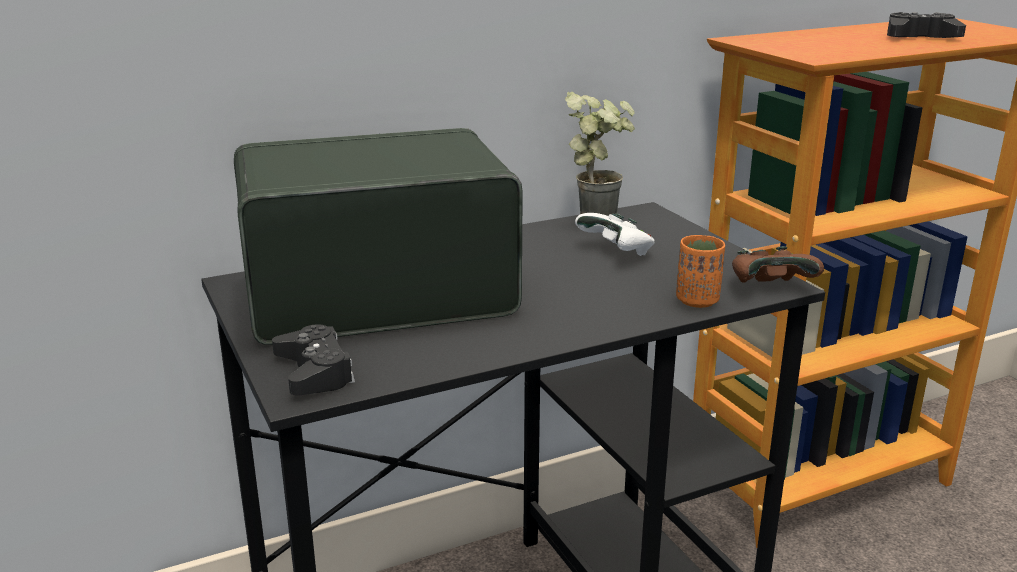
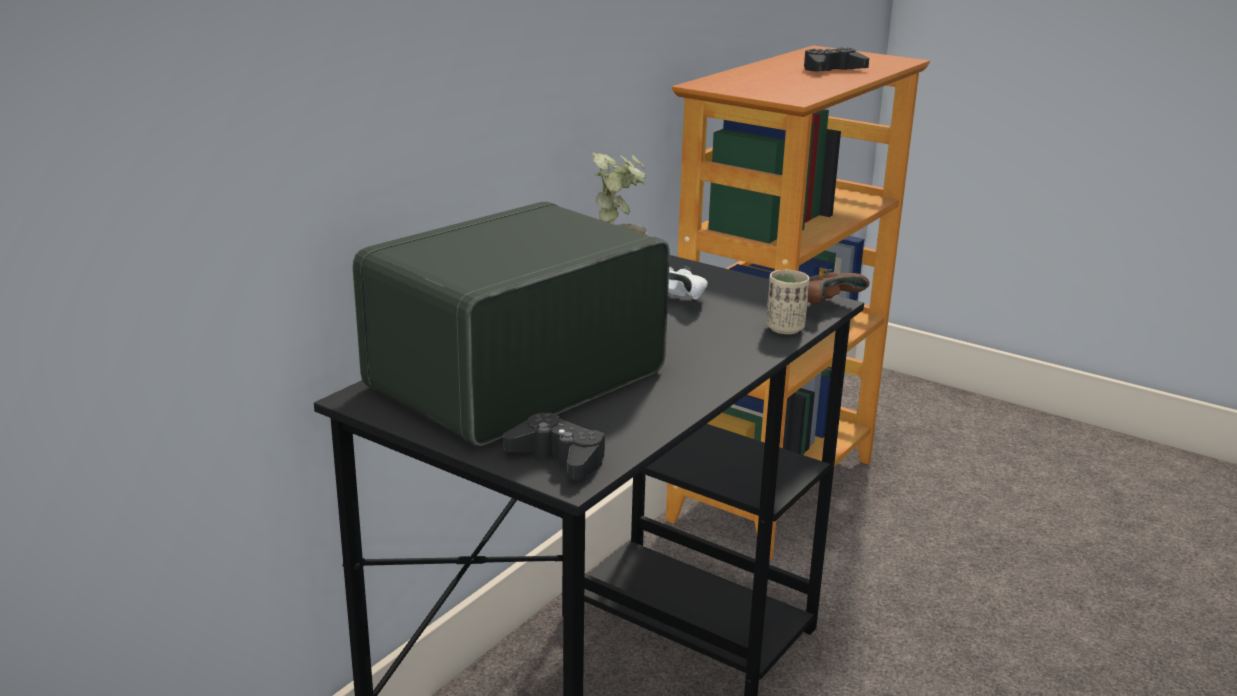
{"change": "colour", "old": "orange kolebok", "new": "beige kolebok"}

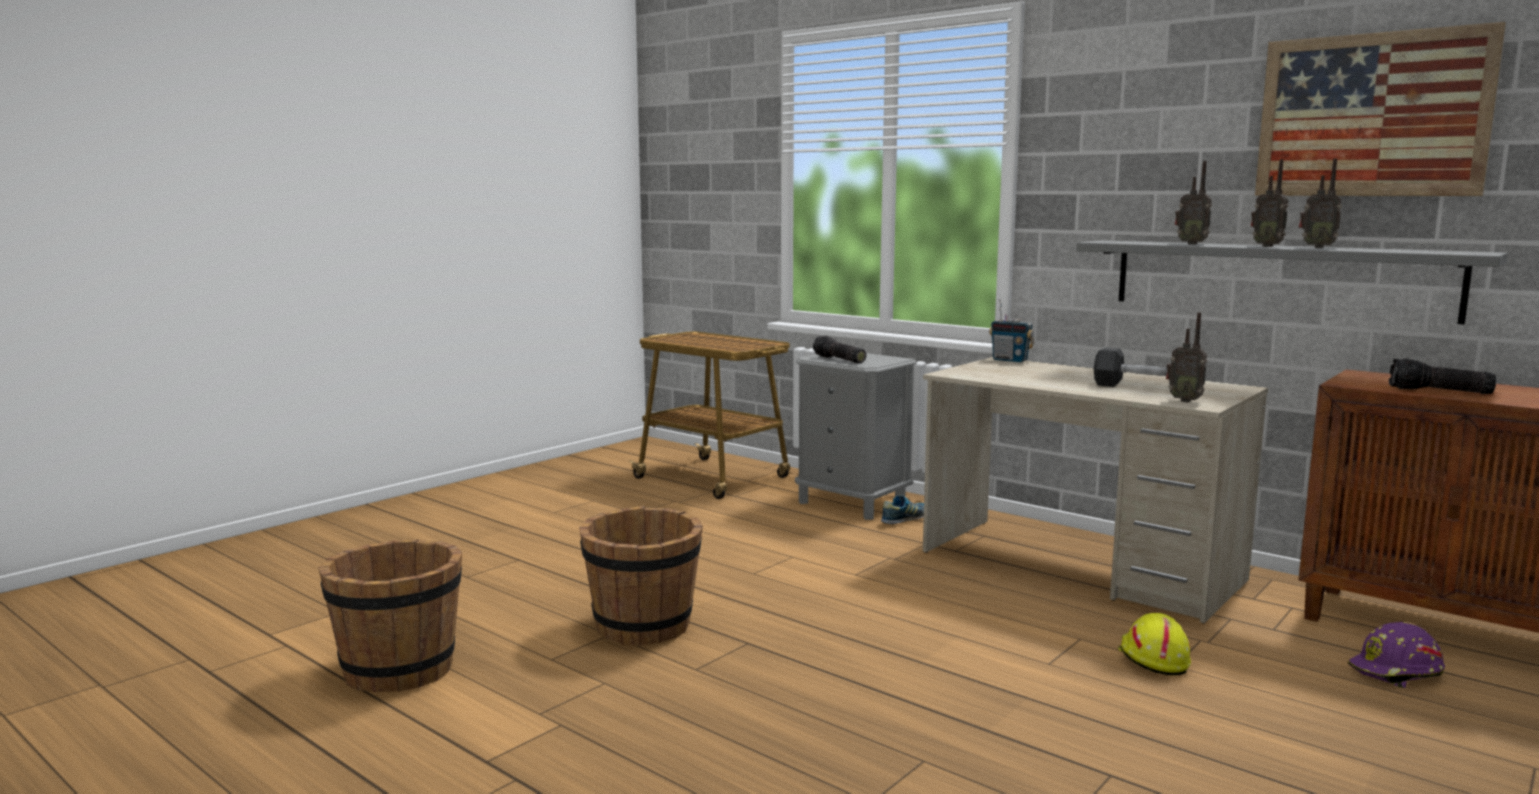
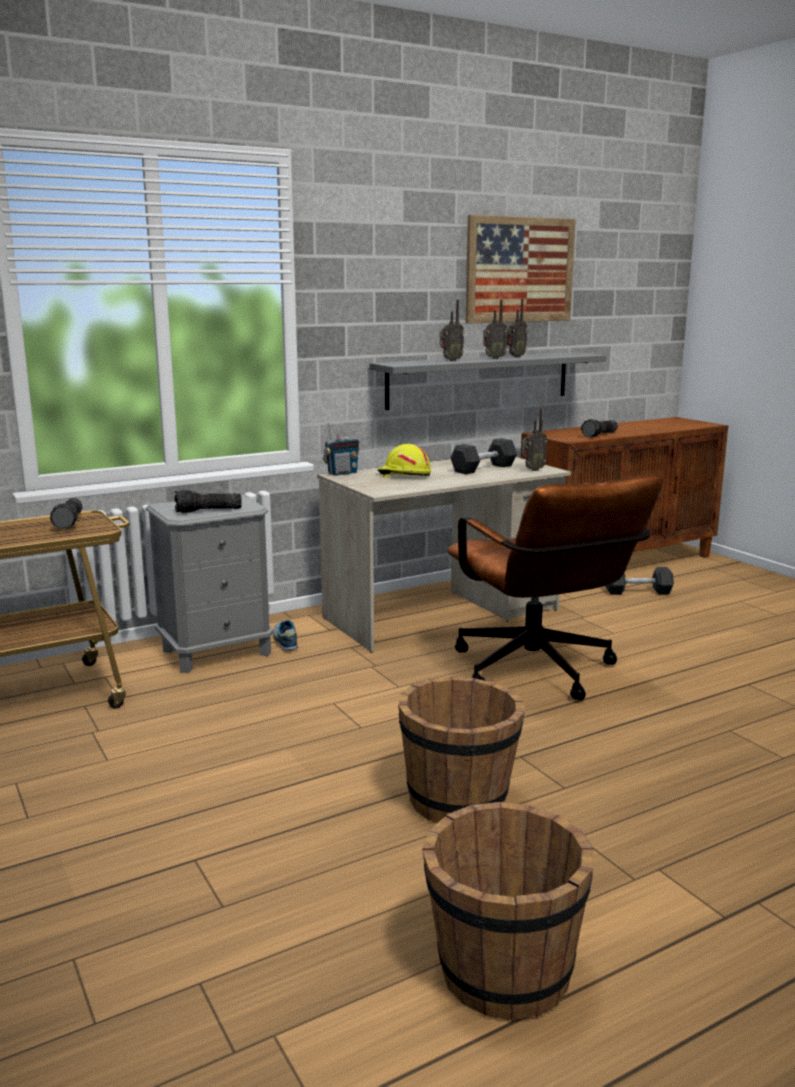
{"change": "appeared", "new": "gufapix (no. 1 from left)"}
{"change": "appeared", "new": "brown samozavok"}
{"change": "relocated", "old": "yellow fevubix"}
{"change": "exchanged", "old": "purple fevubix", "new": "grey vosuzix (no. 2 from left)"}

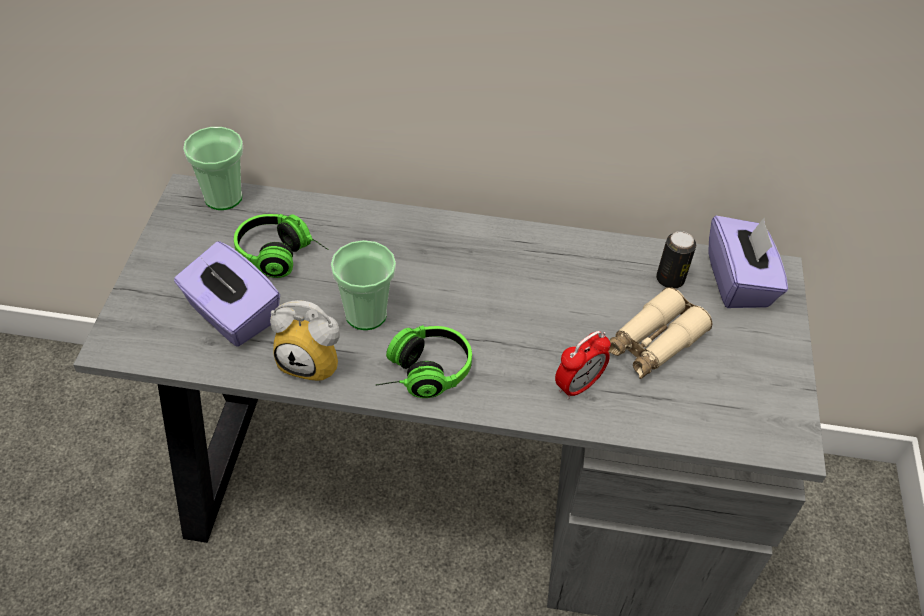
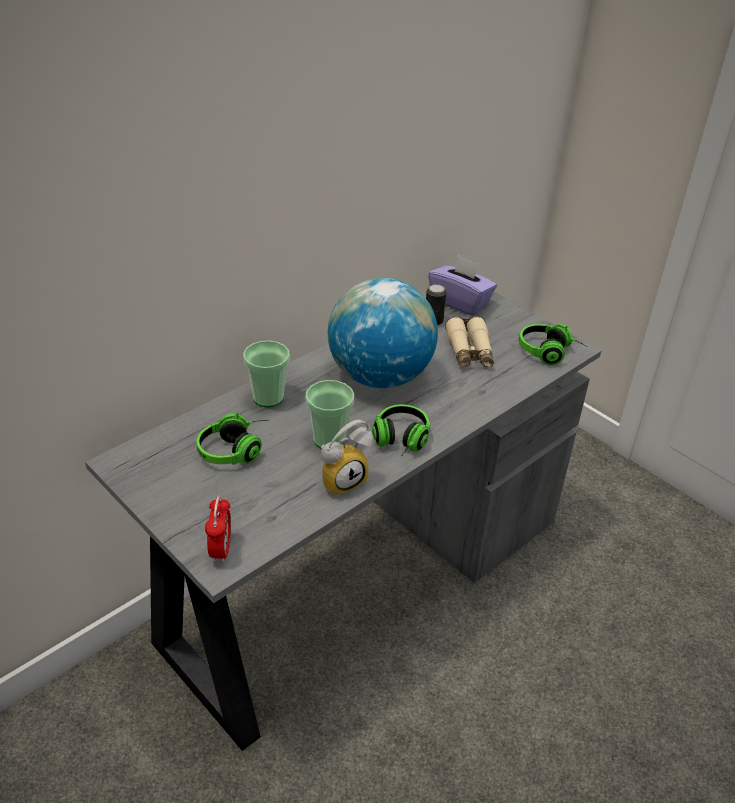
{"change": "missing", "old": "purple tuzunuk (no. 1 from left)"}
{"change": "appeared", "new": "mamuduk"}
{"change": "appeared", "new": "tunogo (no. 3 from left)"}
{"change": "relocated", "old": "kolebok (no. 1 from left)"}
{"change": "relocated", "old": "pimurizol (no. 2 from left in the first image)", "new": "pimurizol (no. 1 from left)"}

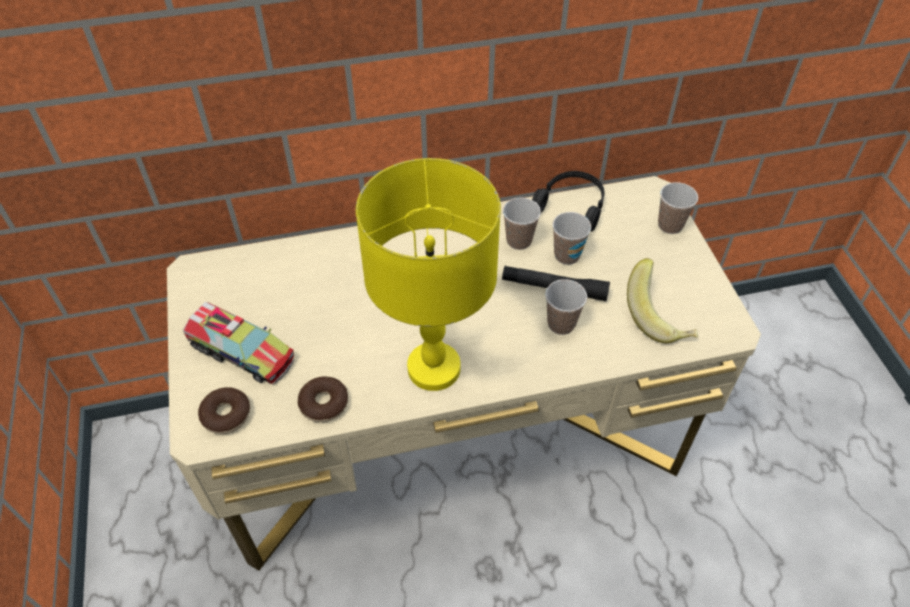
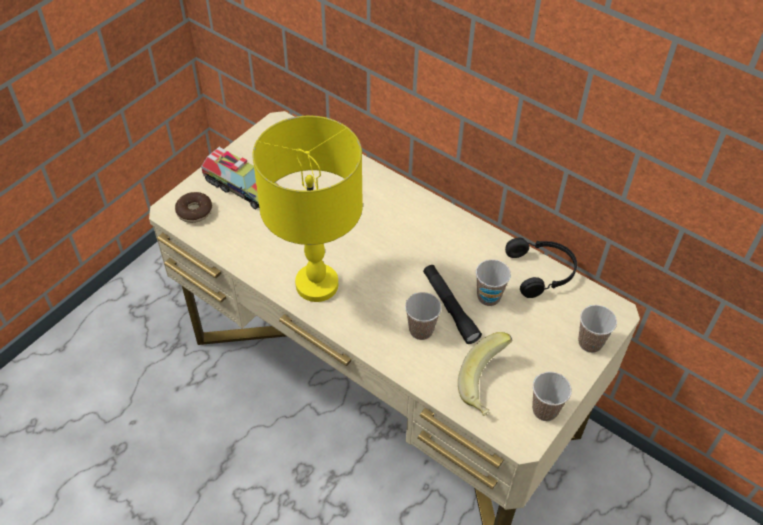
{"change": "missing", "old": "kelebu (no. 2 from left)"}
{"change": "relocated", "old": "kolebok (no. 1 from left in the first image)", "new": "kolebok (no. 3 from left)"}
{"change": "spun", "old": "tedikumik", "degrees": -45}

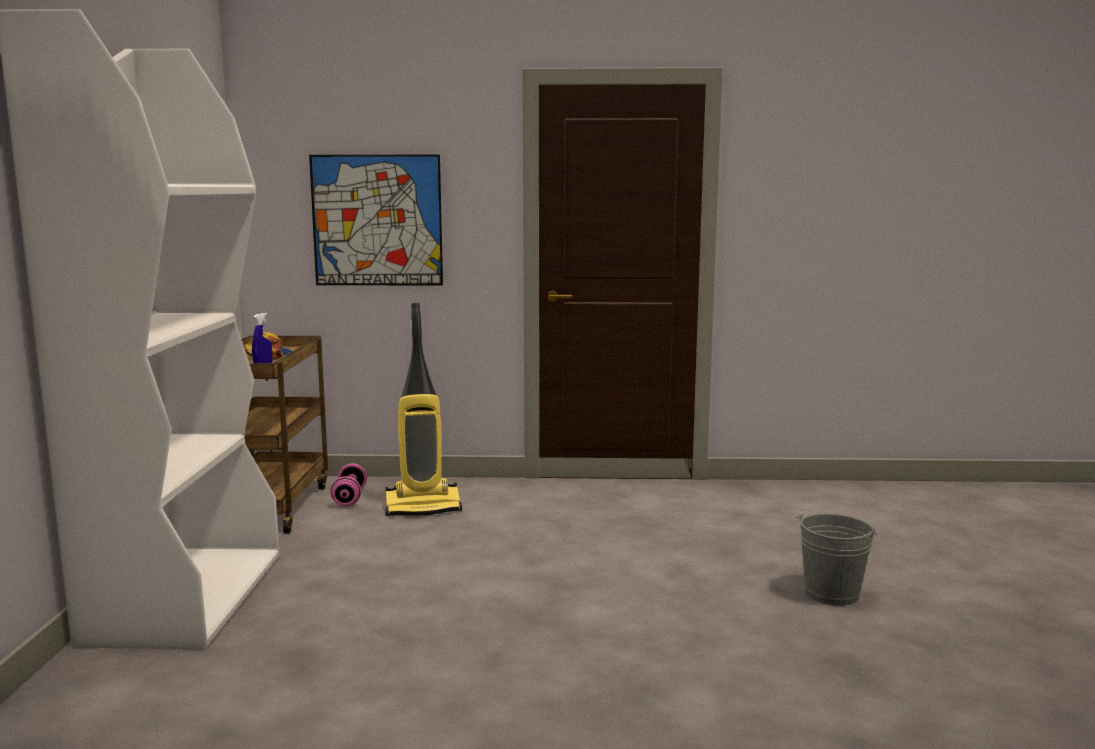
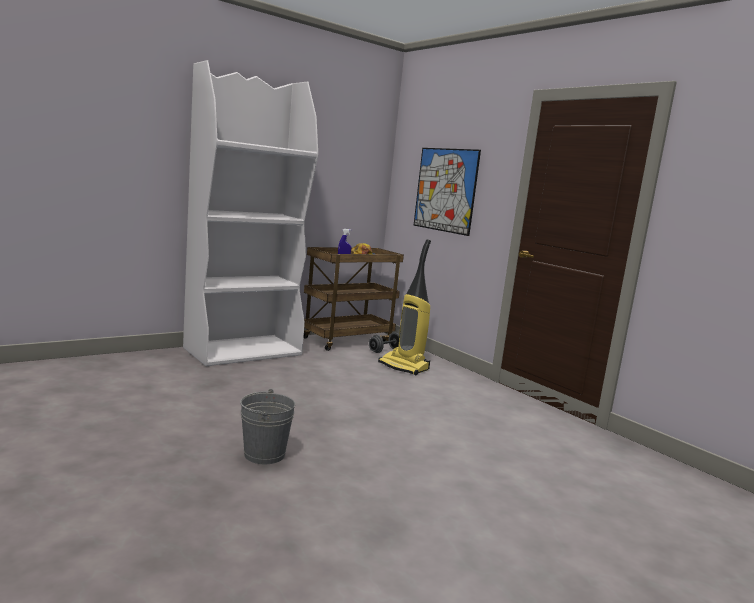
{"change": "relocated", "old": "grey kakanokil"}
{"change": "colour", "old": "pink vosuzix", "new": "grey vosuzix"}

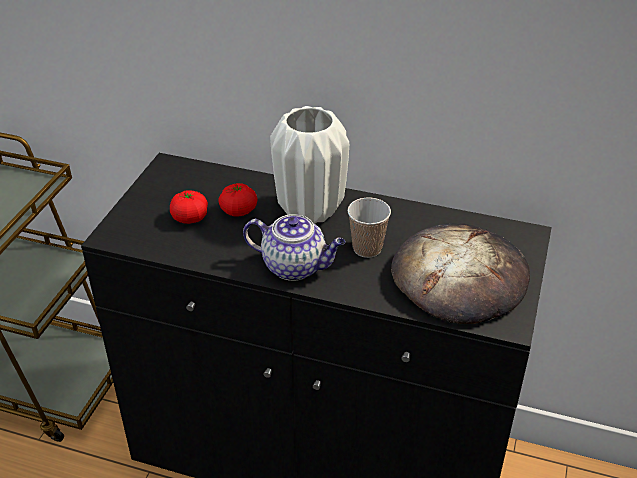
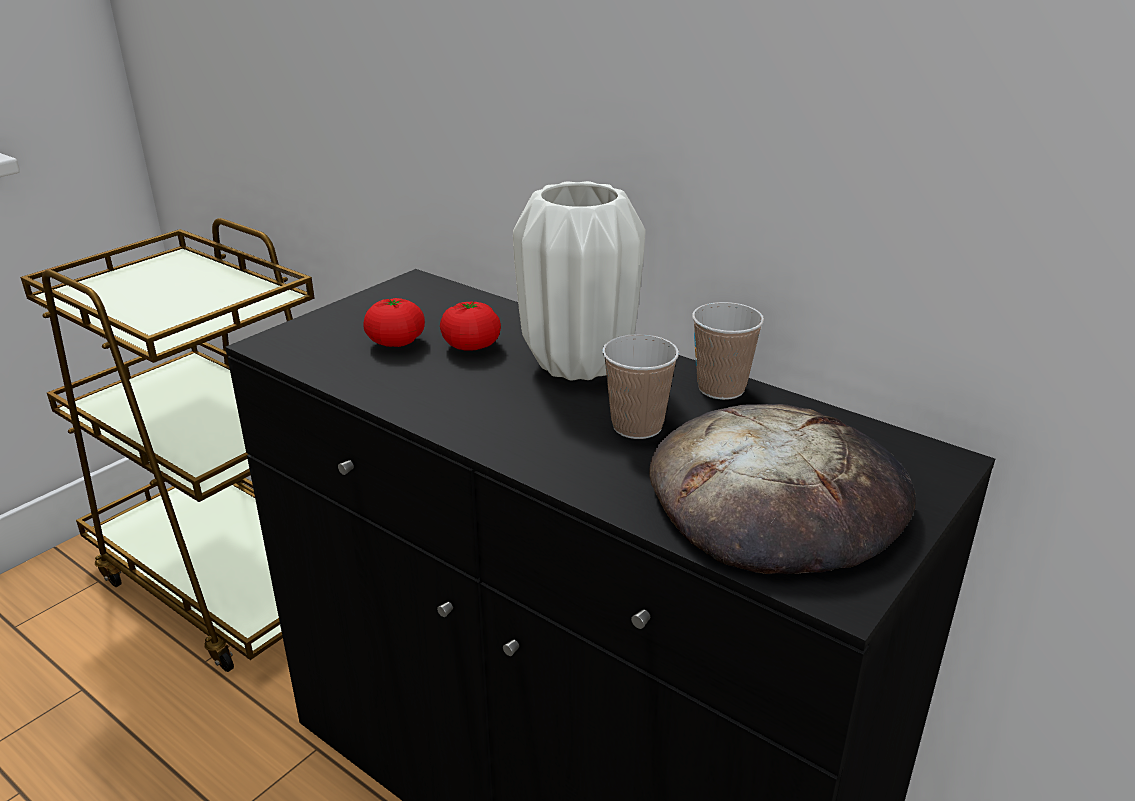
{"change": "missing", "old": "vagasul"}
{"change": "appeared", "new": "kolebok (no. 2 from left)"}

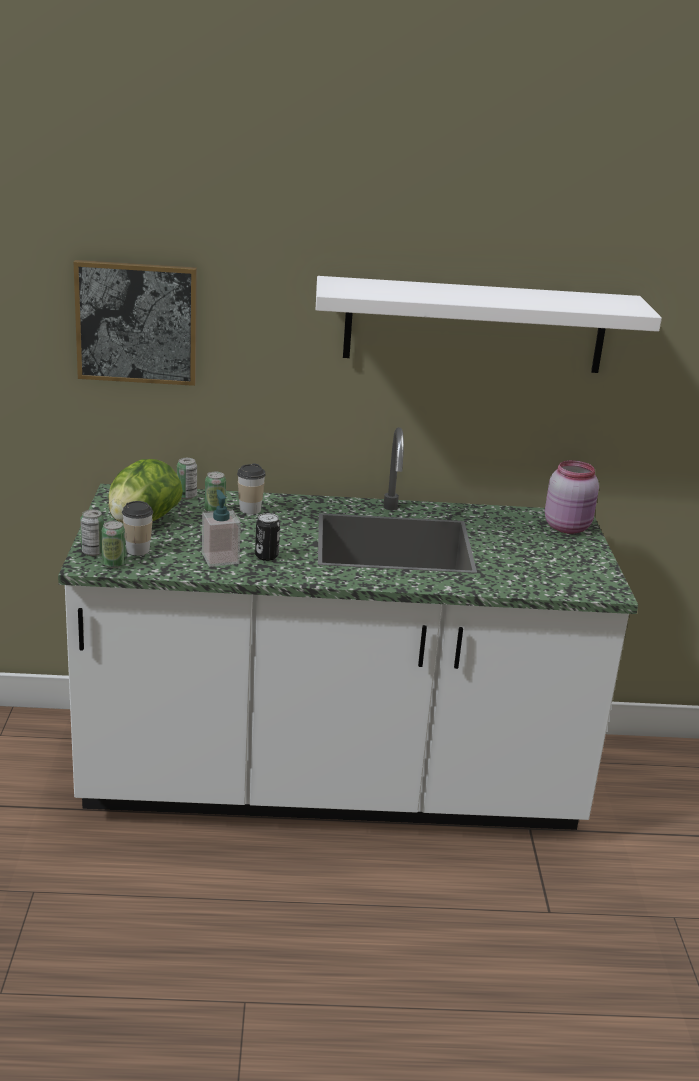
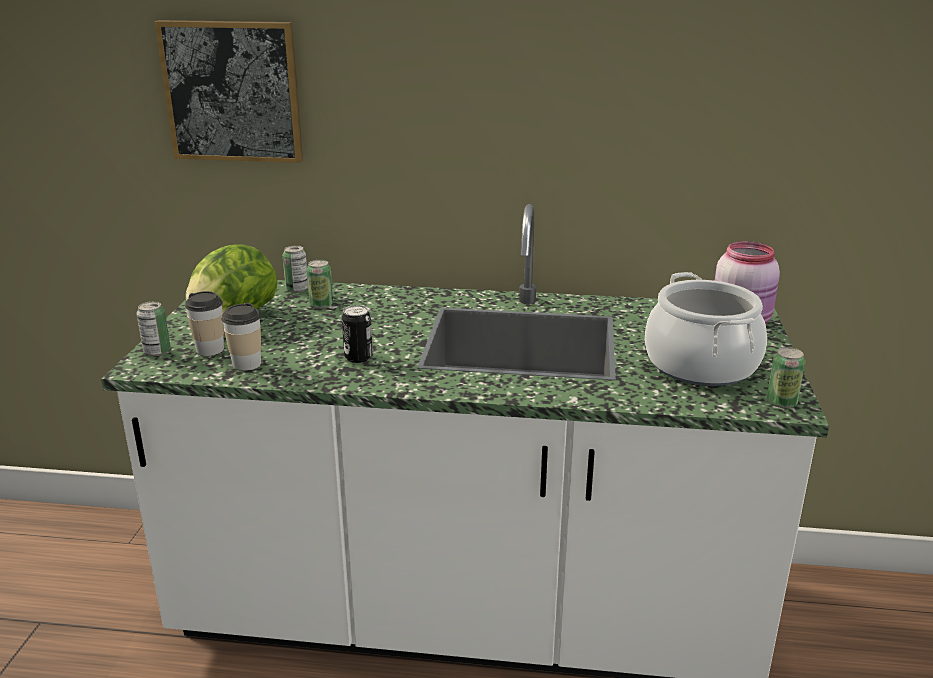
{"change": "missing", "old": "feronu"}
{"change": "missing", "old": "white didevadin"}
{"change": "appeared", "new": "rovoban"}
{"change": "relocated", "old": "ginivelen (no. 2 from left in the first image)", "new": "ginivelen (no. 5 from left)"}
{"change": "relocated", "old": "kolebok (no. 2 from left)"}

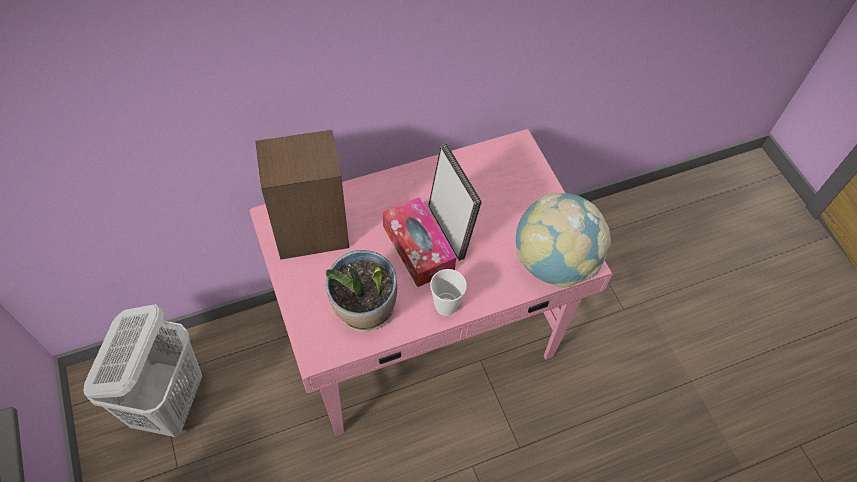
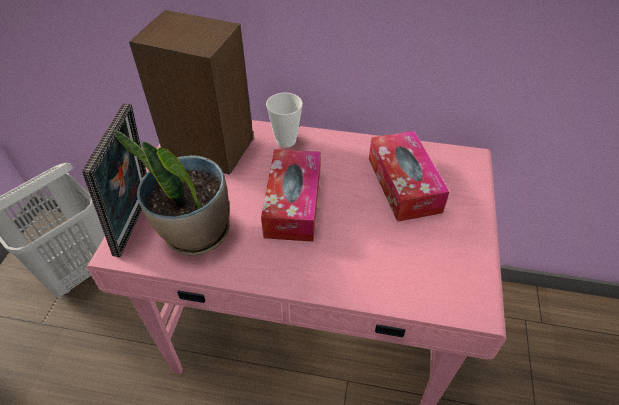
{"change": "missing", "old": "mamuduk"}
{"change": "appeared", "new": "tuzunuk (no. 2 from left)"}
{"change": "relocated", "old": "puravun"}
{"change": "relocated", "old": "kolebok"}

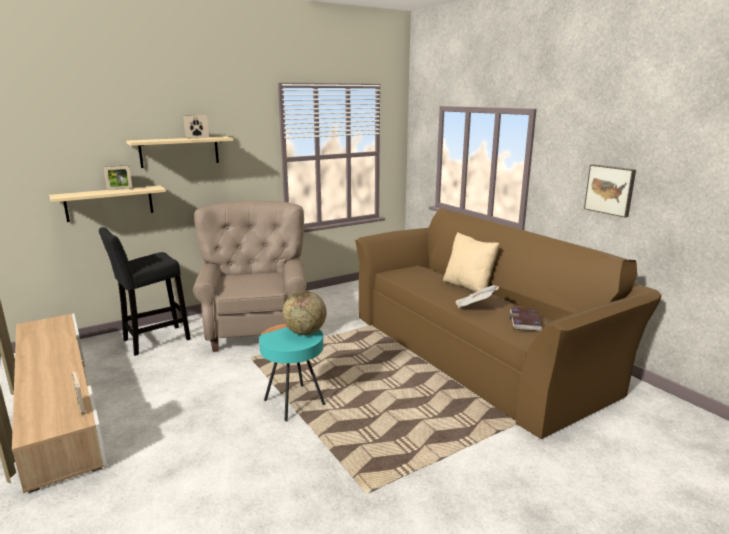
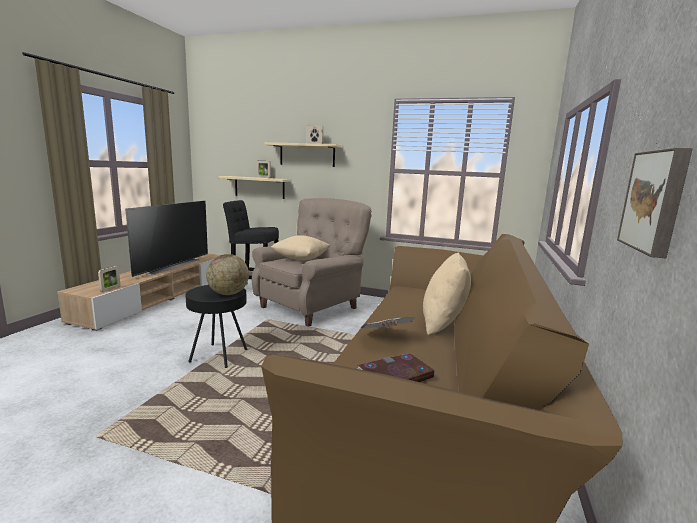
{"change": "appeared", "new": "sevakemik"}
{"change": "appeared", "new": "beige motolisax (no. 1 from left)"}
{"change": "colour", "old": "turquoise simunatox", "new": "black simunatox"}

